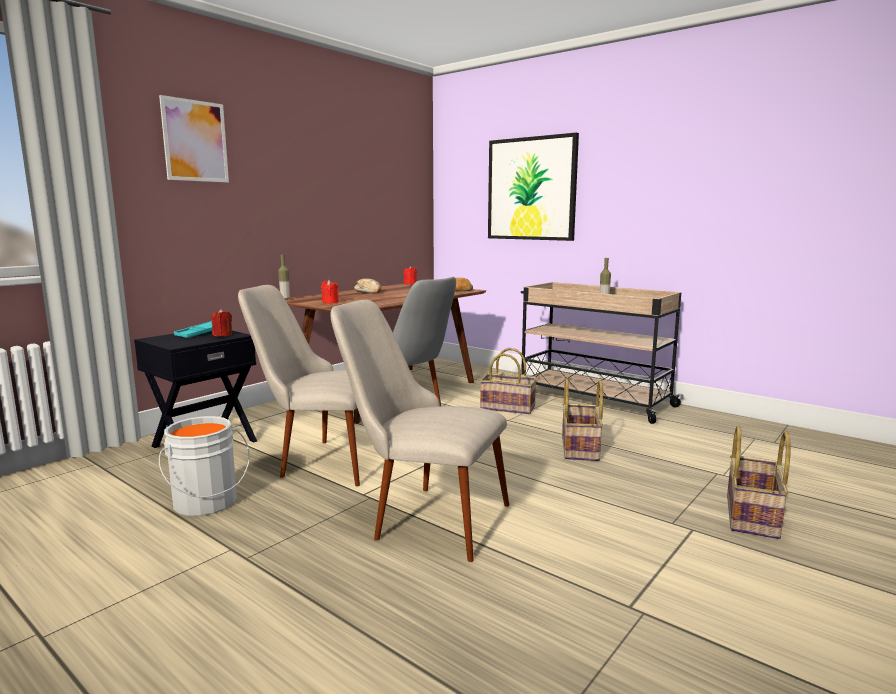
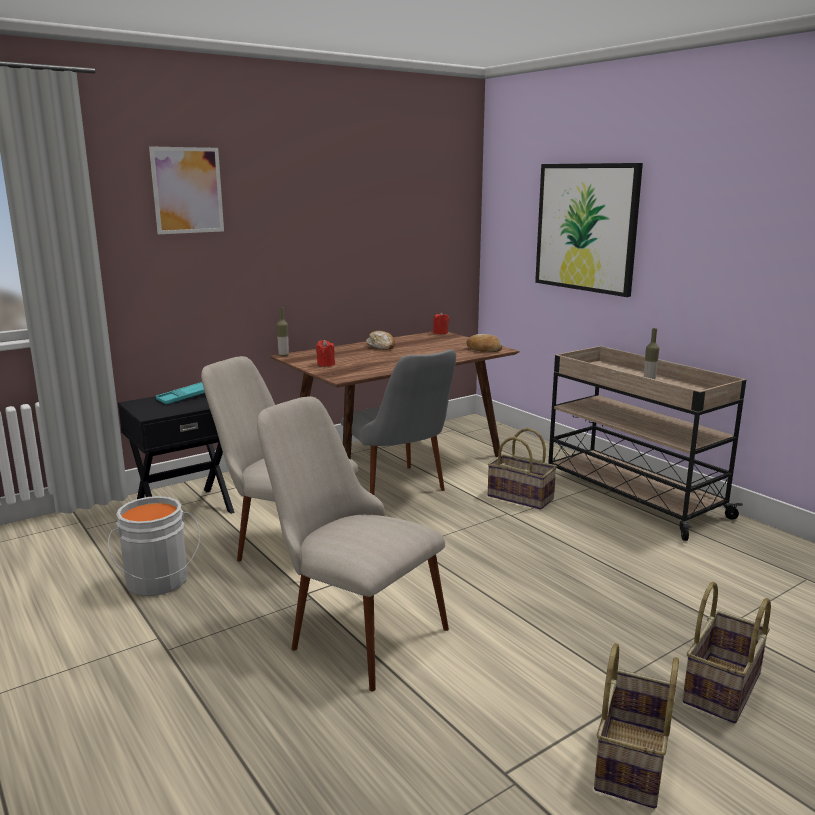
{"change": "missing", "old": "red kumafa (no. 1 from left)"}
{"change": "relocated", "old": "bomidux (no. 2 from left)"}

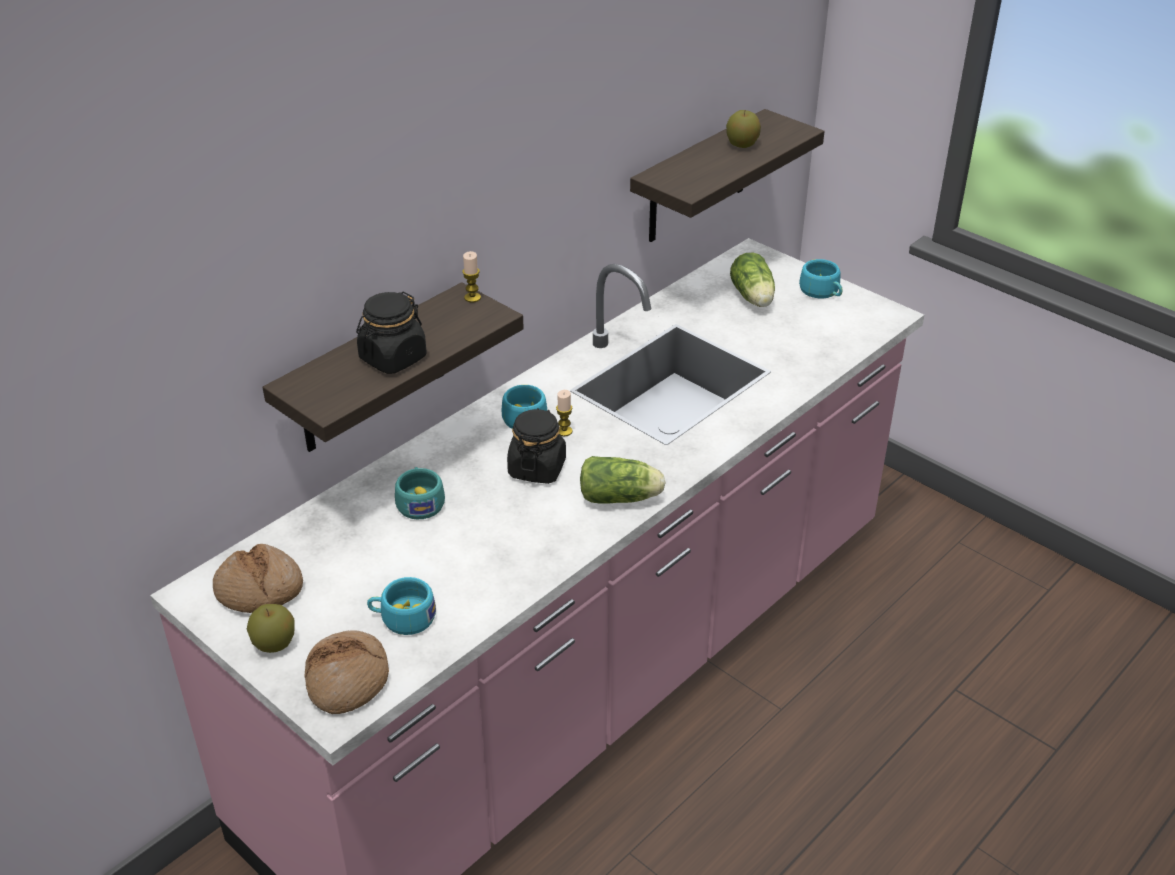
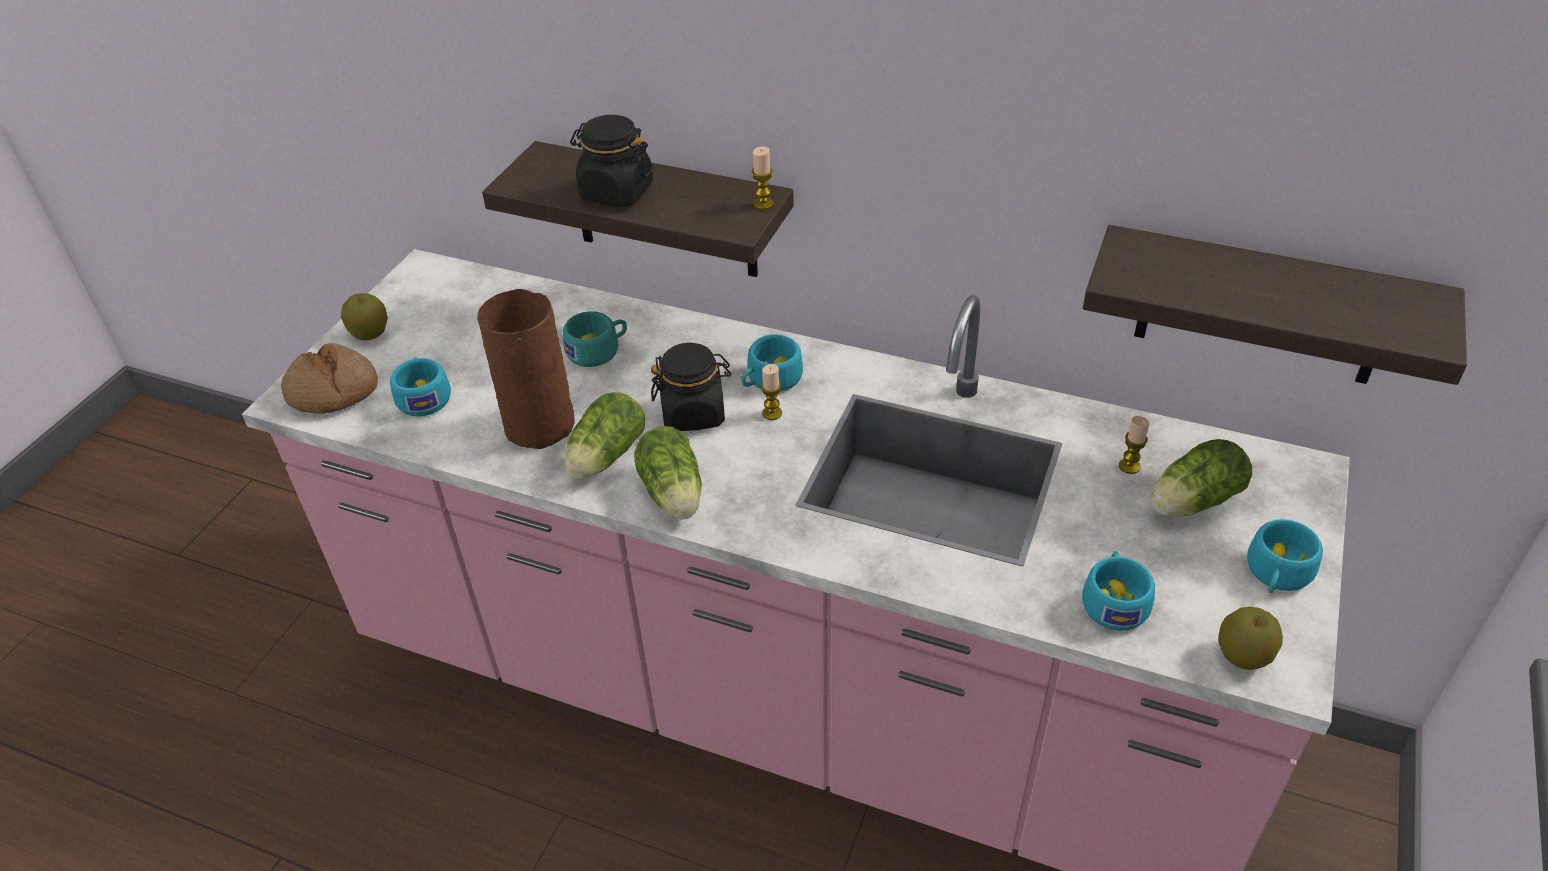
{"change": "missing", "old": "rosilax (no. 1 from left)"}
{"change": "appeared", "new": "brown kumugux"}
{"change": "appeared", "new": "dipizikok (no. 1 from left)"}
{"change": "appeared", "new": "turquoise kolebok (no. 4 from left)"}
{"change": "appeared", "new": "kumafa (no. 3 from left)"}
{"change": "relocated", "old": "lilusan (no. 2 from left)"}

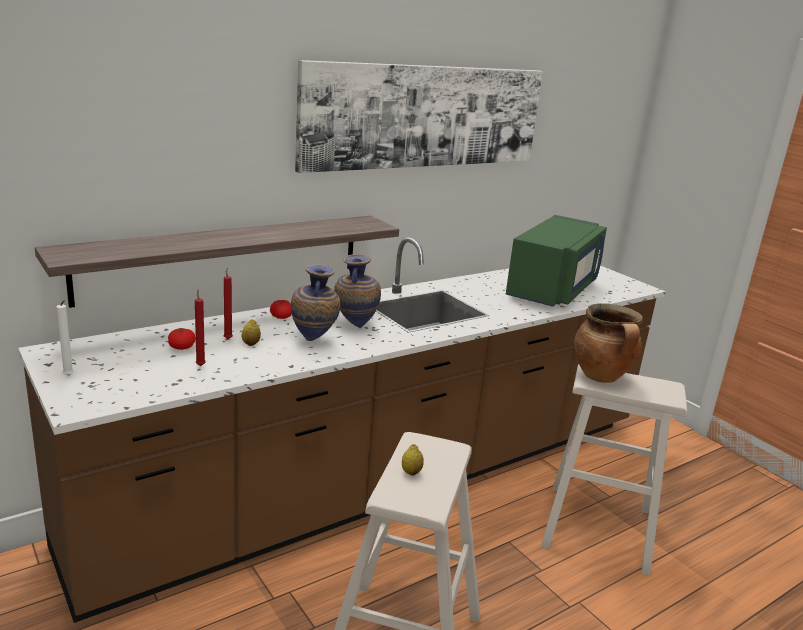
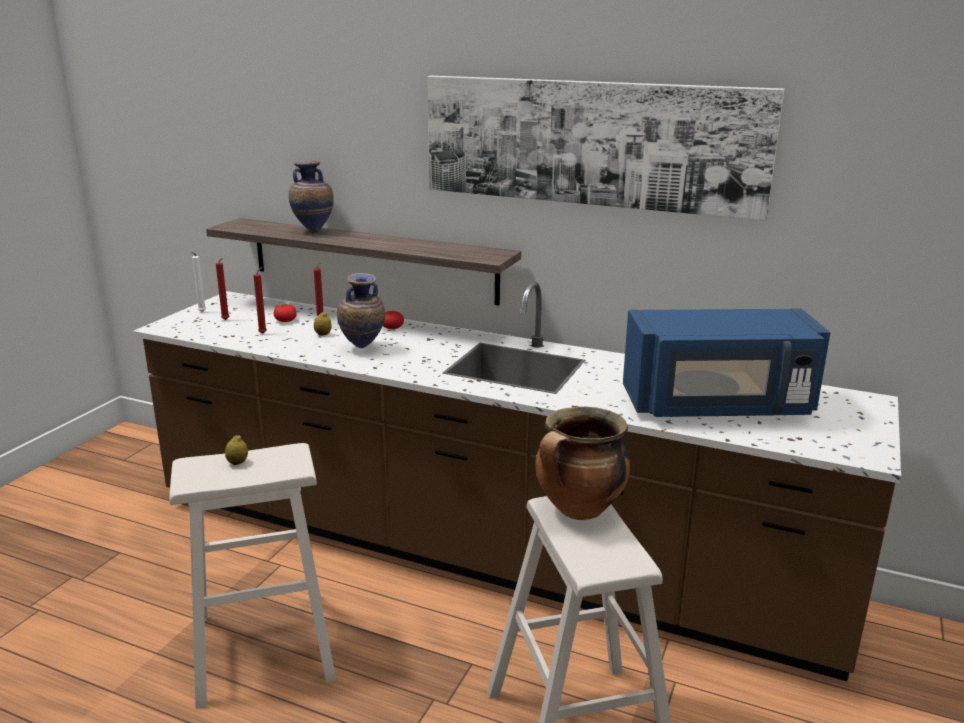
{"change": "appeared", "new": "red kumafa (no. 1 from left)"}
{"change": "relocated", "old": "kumugux (no. 2 from left in the first image)", "new": "kumugux (no. 1 from left)"}
{"change": "colour", "old": "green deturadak", "new": "blue deturadak"}

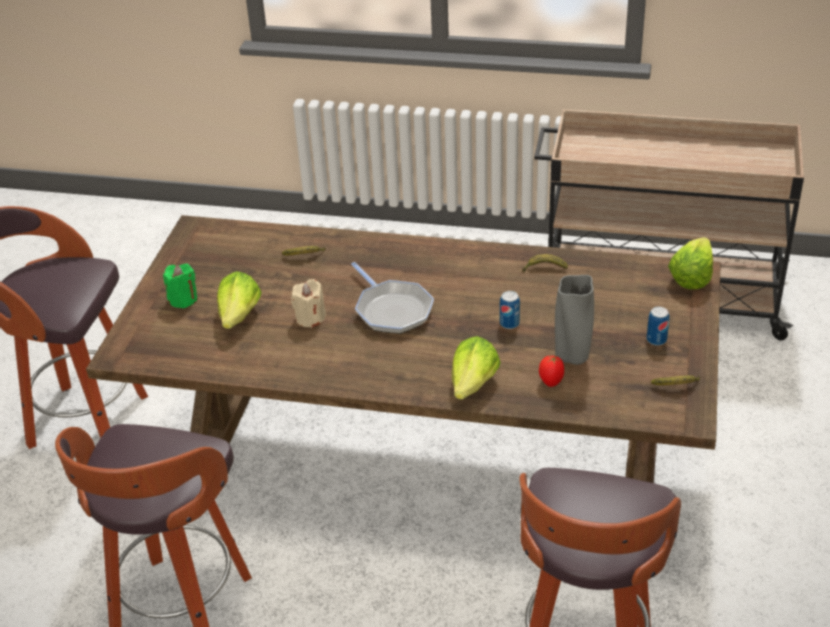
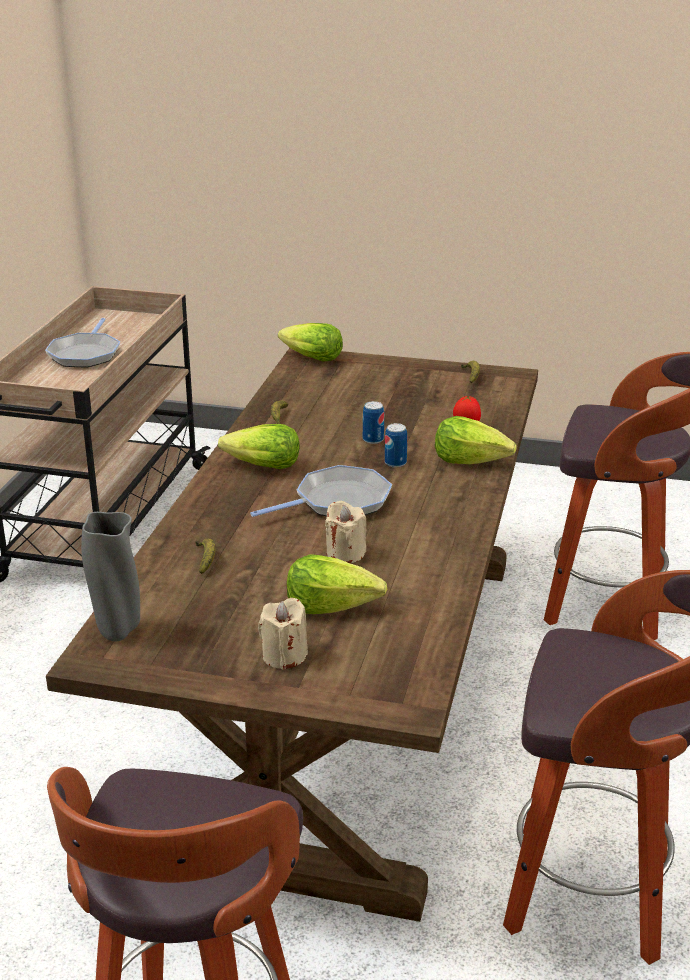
{"change": "appeared", "new": "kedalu (no. 1 from left)"}
{"change": "appeared", "new": "dipizikok (no. 1 from left)"}
{"change": "relocated", "old": "grey kumugux"}
{"change": "relocated", "old": "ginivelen (no. 2 from left)"}
{"change": "colour", "old": "green kumafa", "new": "beige kumafa (no. 1 from left)"}

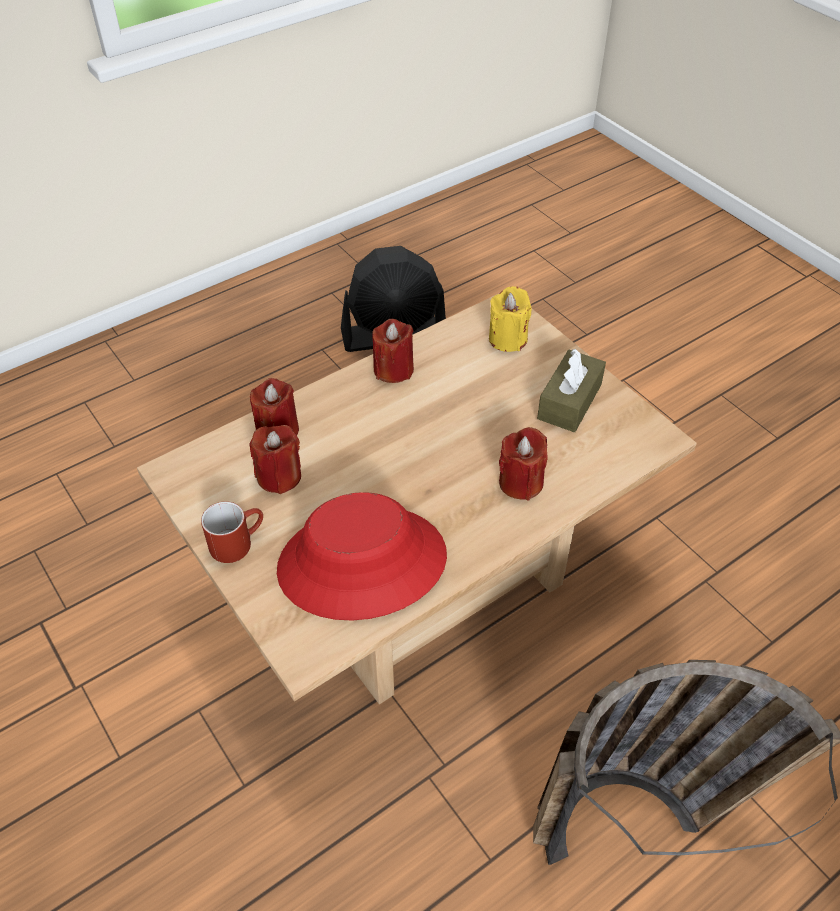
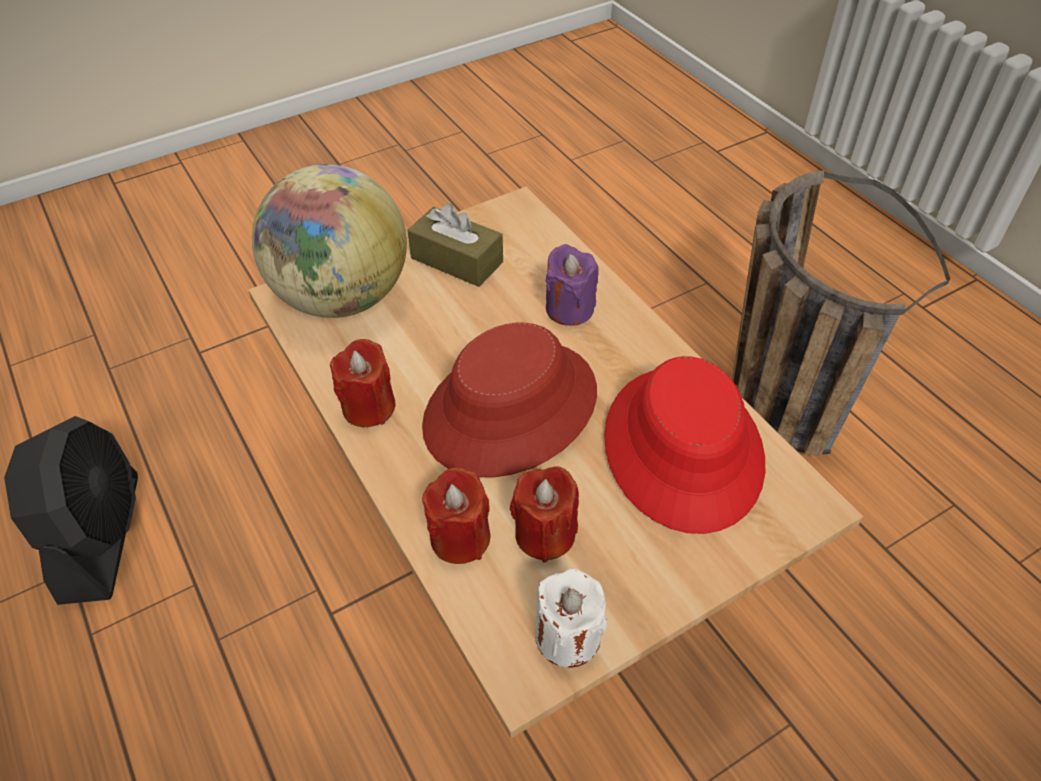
{"change": "missing", "old": "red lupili"}
{"change": "appeared", "new": "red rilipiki (no. 1 from left)"}
{"change": "appeared", "new": "white kumafa"}
{"change": "exchanged", "old": "yellow kumafa", "new": "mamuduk"}
{"change": "colour", "old": "red kumafa (no. 4 from left)", "new": "purple kumafa"}

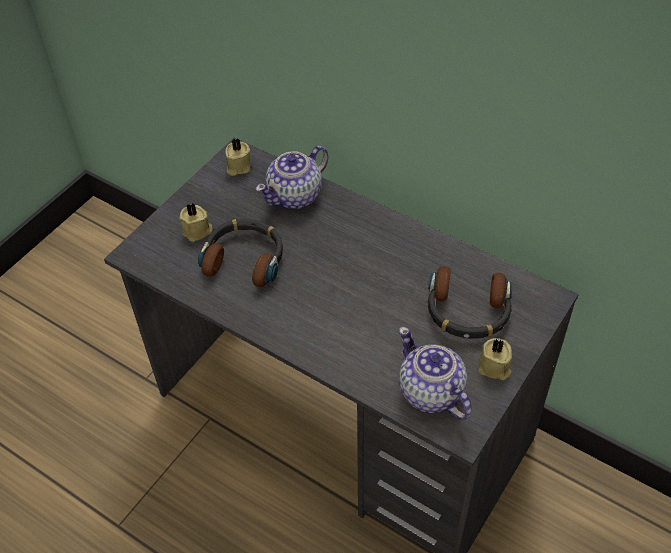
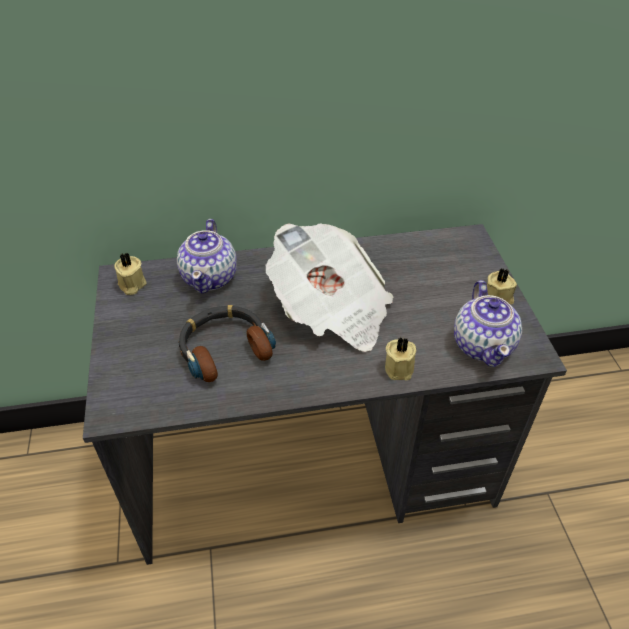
{"change": "missing", "old": "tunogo (no. 2 from left)"}
{"change": "appeared", "new": "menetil"}
{"change": "relocated", "old": "beige kumafa (no. 1 from left in the first image)", "new": "beige kumafa (no. 2 from left)"}
{"change": "spun", "old": "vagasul (no. 2 from left)", "degrees": -105}

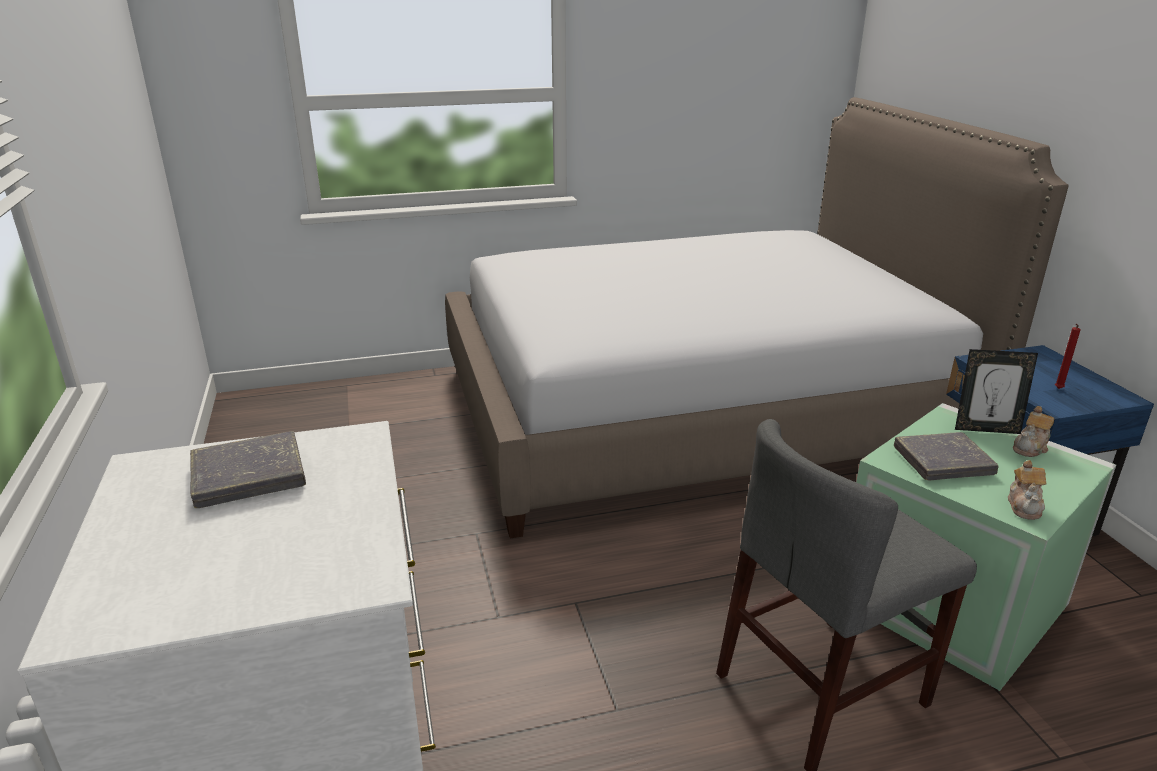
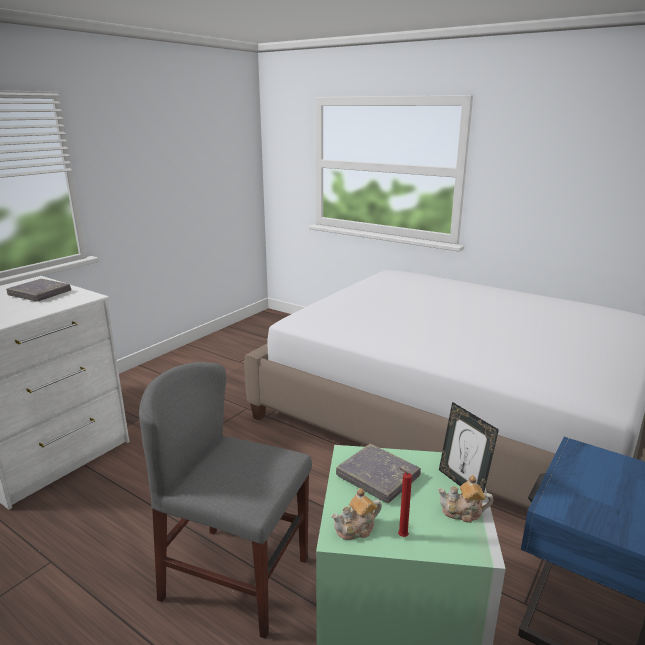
{"change": "relocated", "old": "red kumafa"}

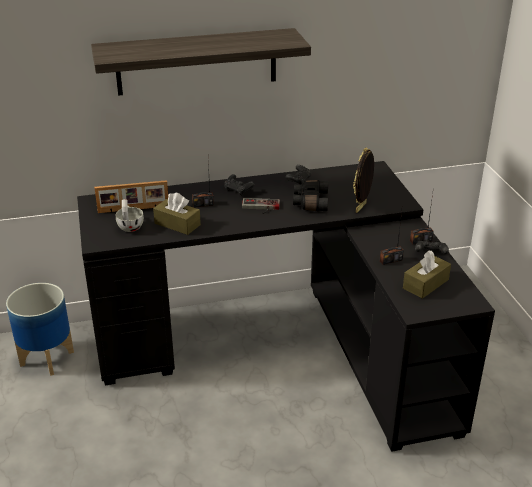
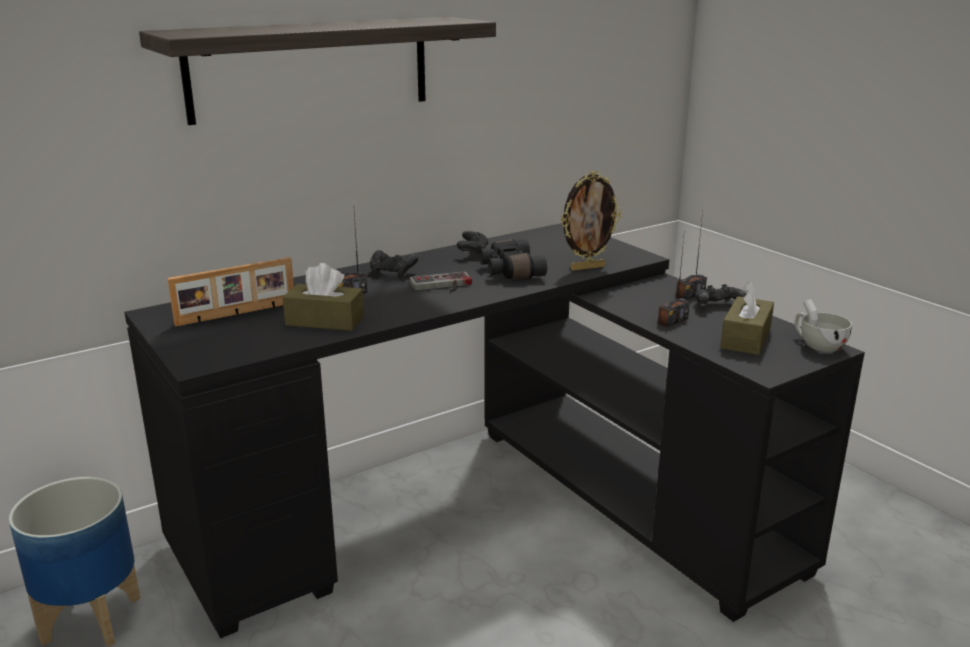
{"change": "relocated", "old": "white kolebok"}
{"change": "spun", "old": "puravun (no. 2 from left)", "degrees": -120}

